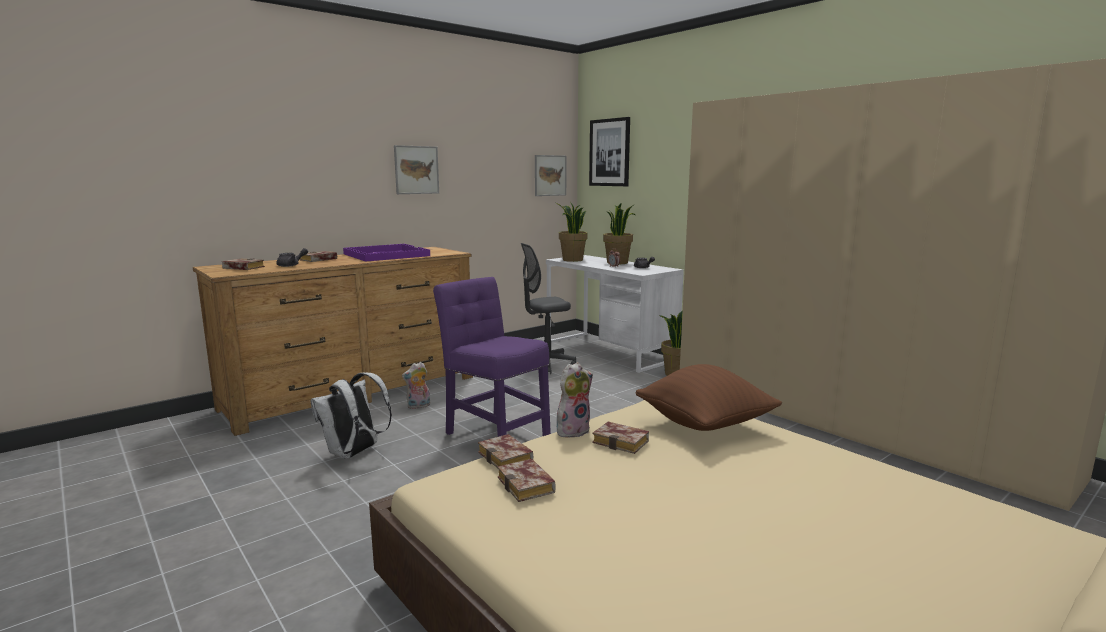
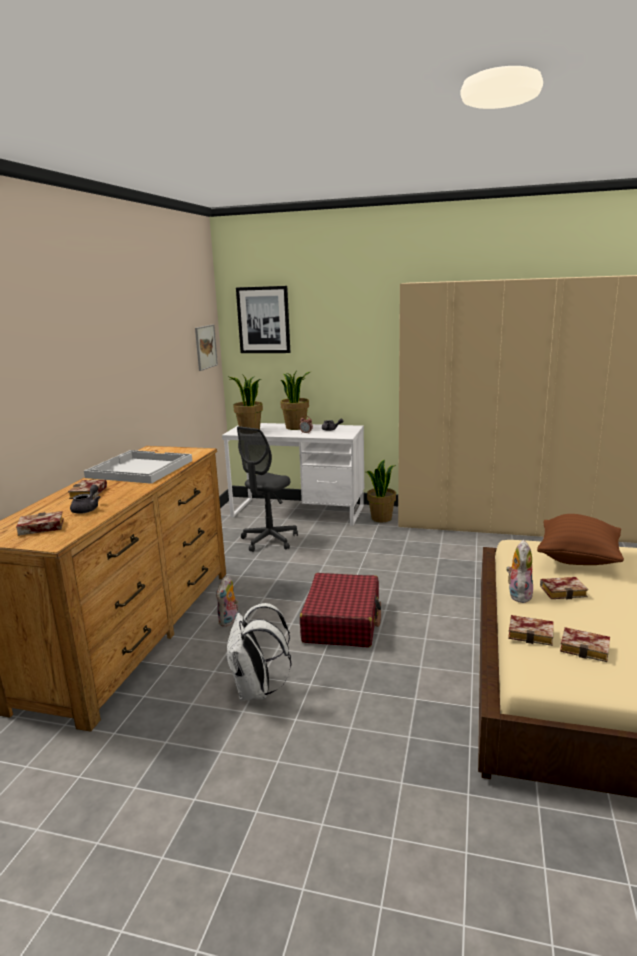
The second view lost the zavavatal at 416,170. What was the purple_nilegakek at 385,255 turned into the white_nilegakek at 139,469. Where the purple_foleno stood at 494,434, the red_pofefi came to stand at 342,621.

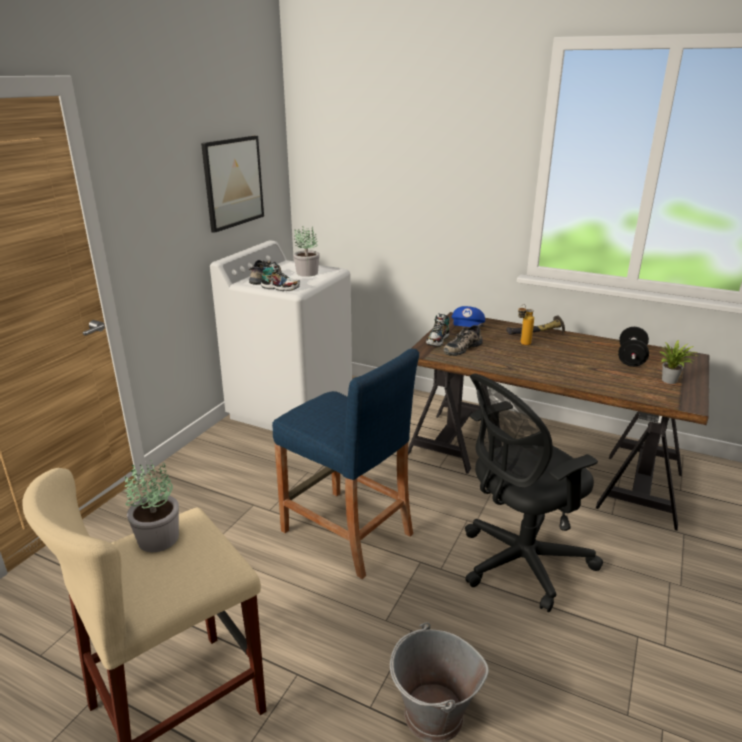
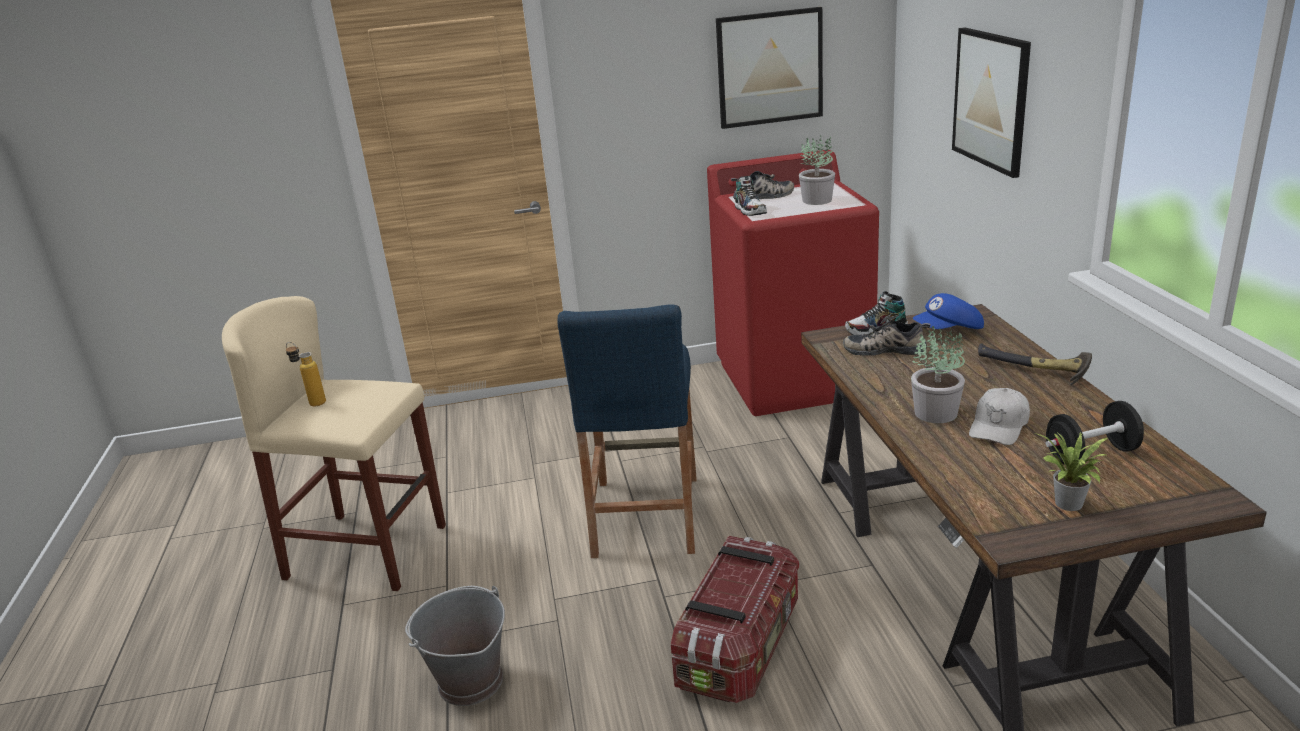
What was the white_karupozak at 291,408 turned into the red_karupozak at 794,379. The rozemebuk ended up elsewhere, having gone from 522,344 to 312,402. Where the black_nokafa stood at 518,563, the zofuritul came to stand at 740,646. The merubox ended up elsewhere, having gone from 159,538 to 936,412. The second view gained the zavavatal at 991,100. The second view gained the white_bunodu at 999,426.

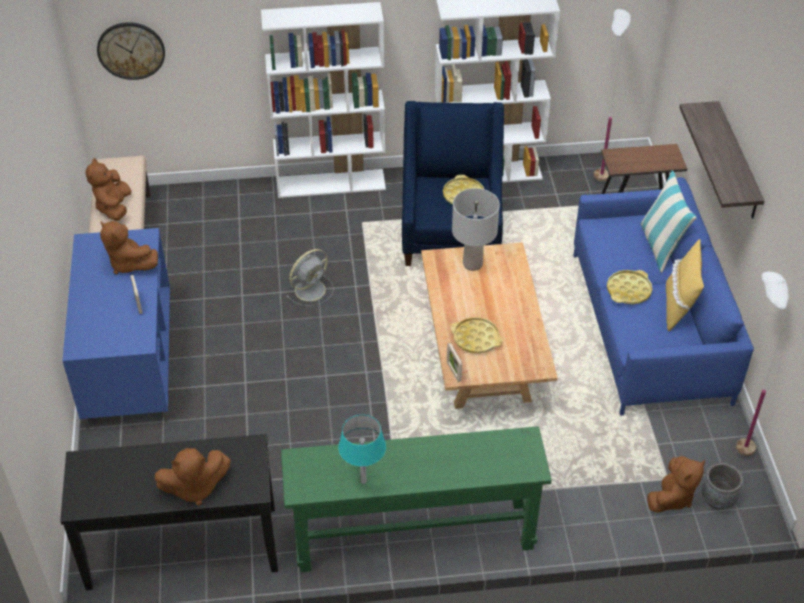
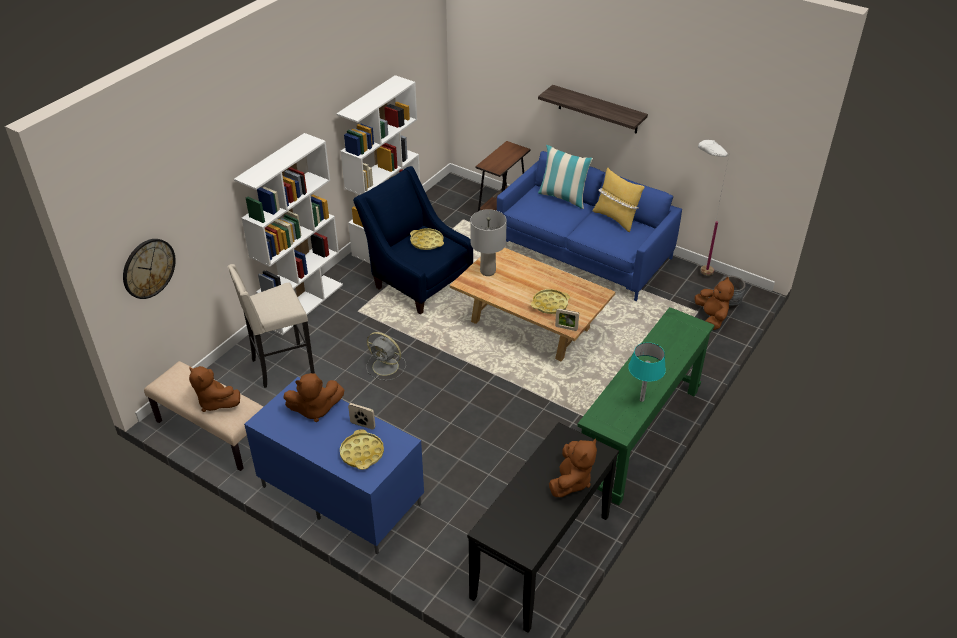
The second view lost the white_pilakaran at 600,170. The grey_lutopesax at 311,289 ended up facing another way, 120 degrees clockwise from before. The yellow_nilegakek ended up elsewhere, having gone from 628,290 to 362,453. The second view gained the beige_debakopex at 281,367.

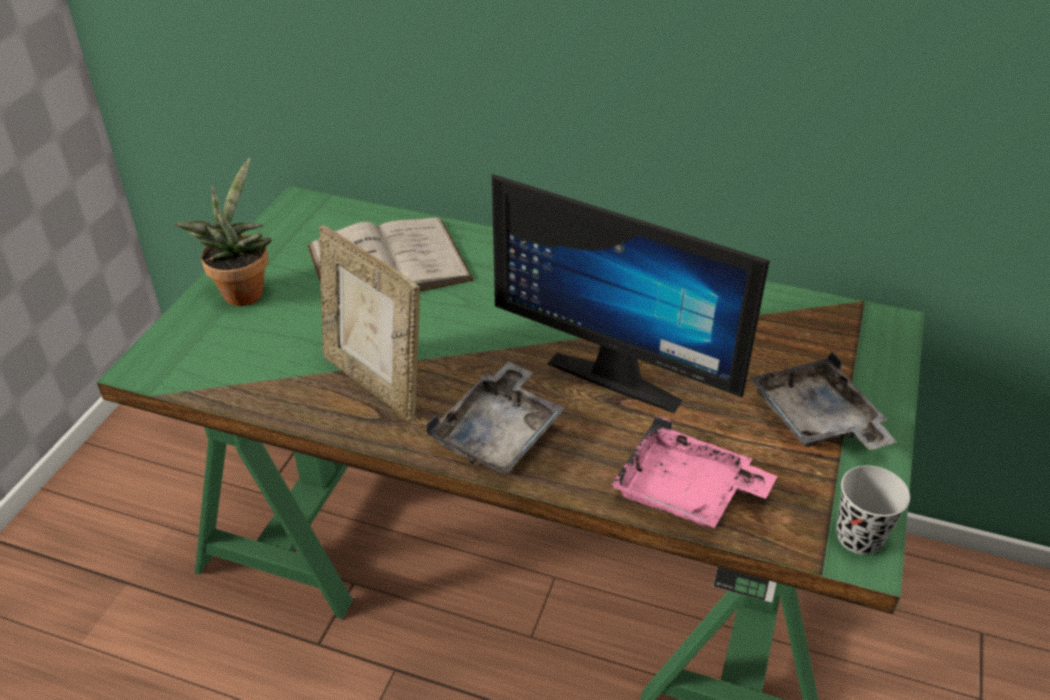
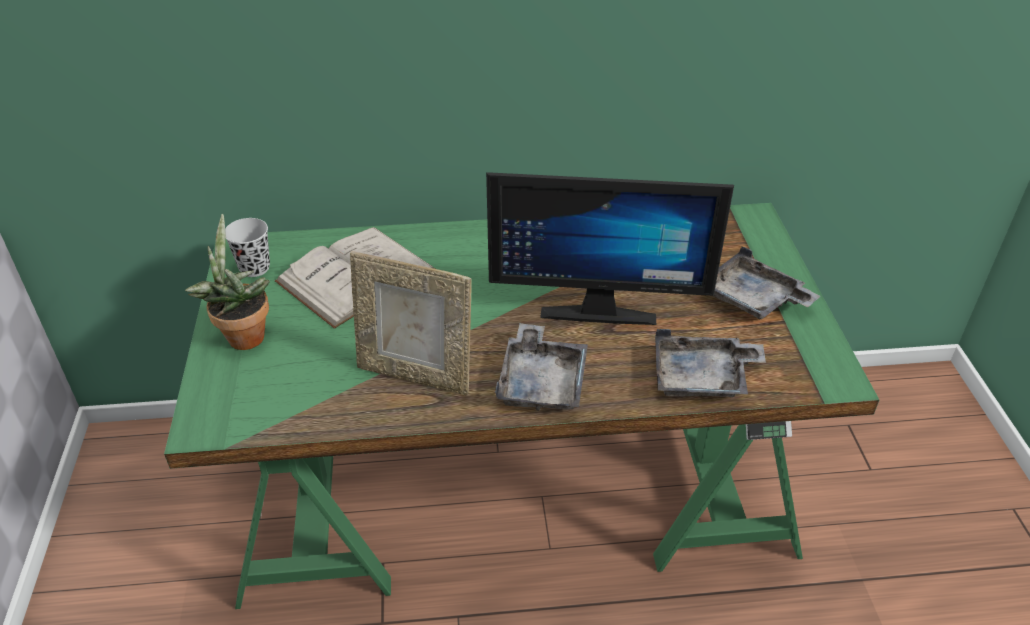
What was the pink_nilegakek at 686,492 turned into the grey_nilegakek at 702,378. The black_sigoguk ended up elsewhere, having gone from 859,537 to 254,268.

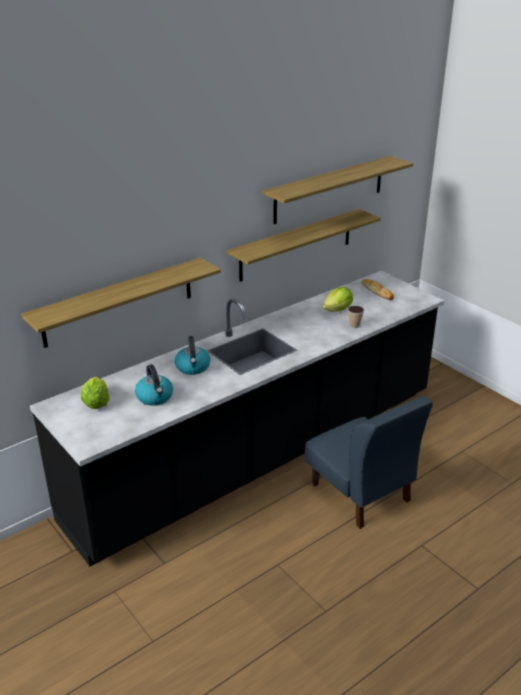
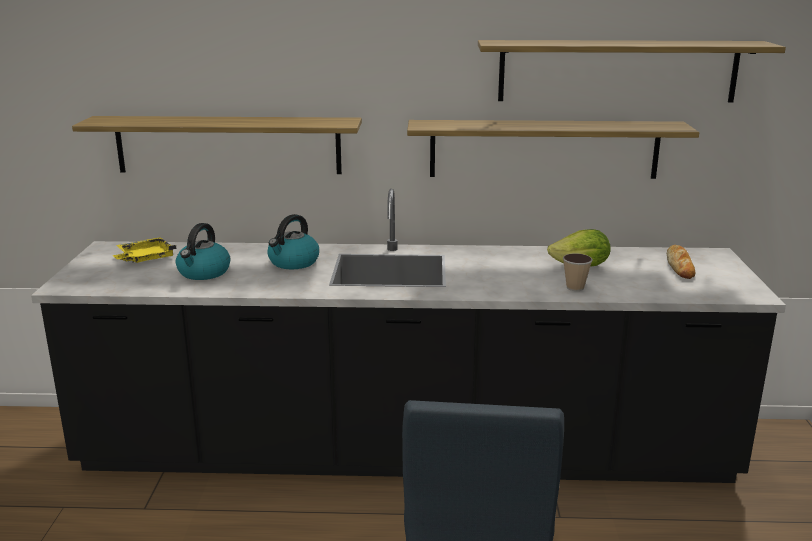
Where the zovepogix stood at 96,403, the yellow_nilegakek came to stand at 145,258.

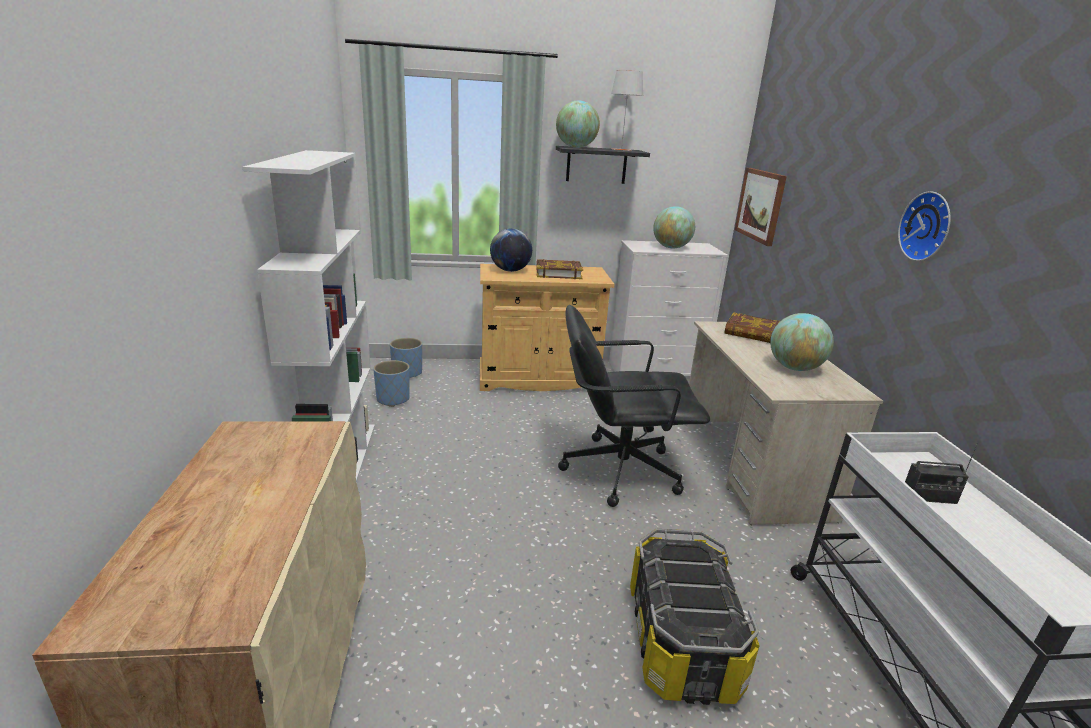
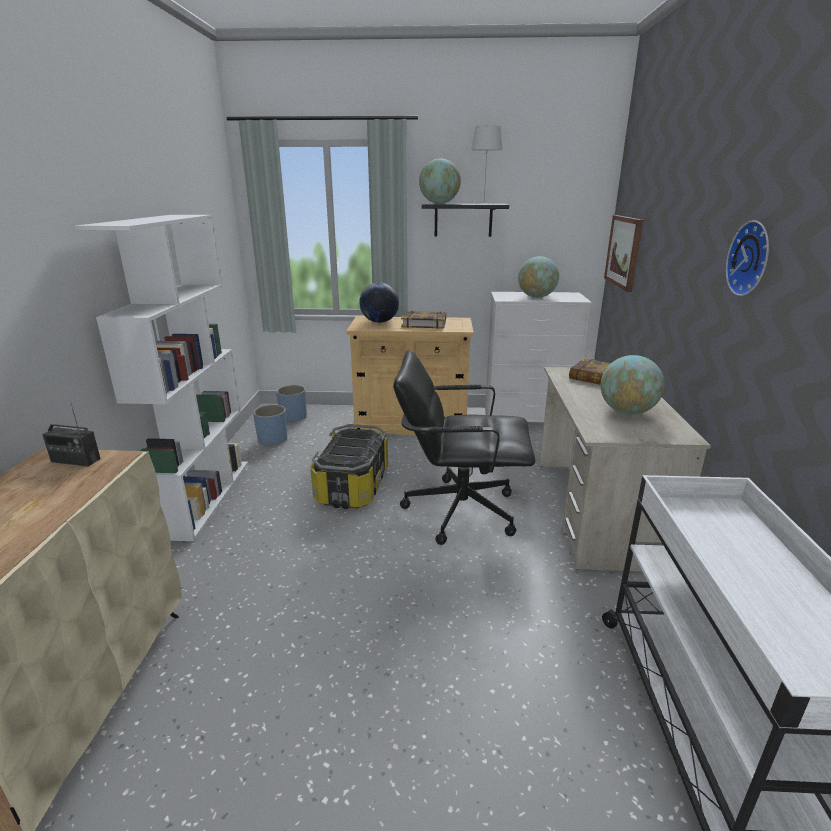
The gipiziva ended up elsewhere, having gone from 929,497 to 75,460. The zofuritul ended up elsewhere, having gone from 680,640 to 352,486.

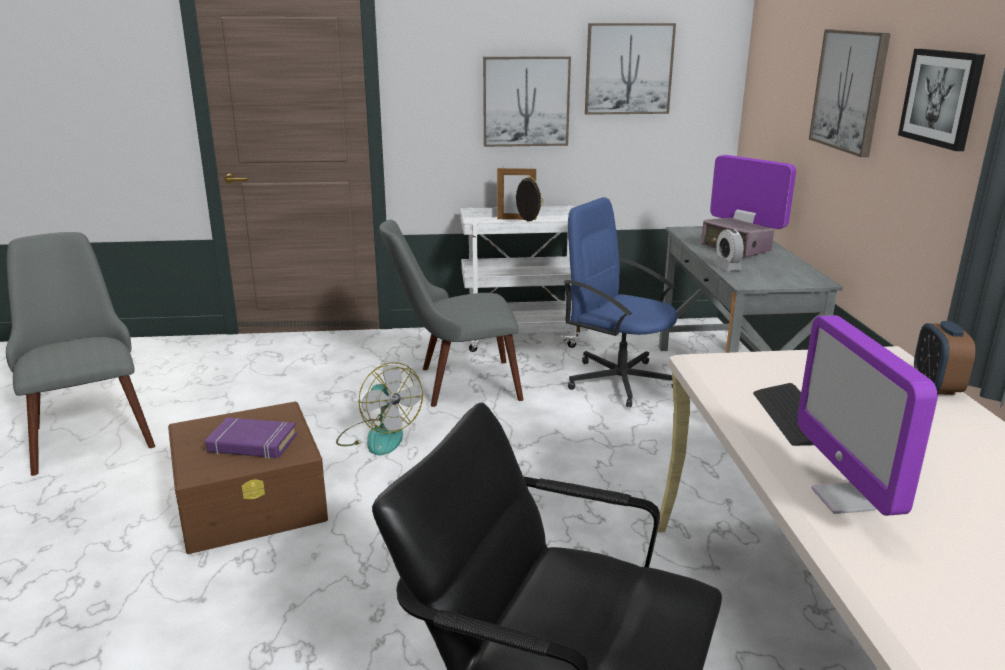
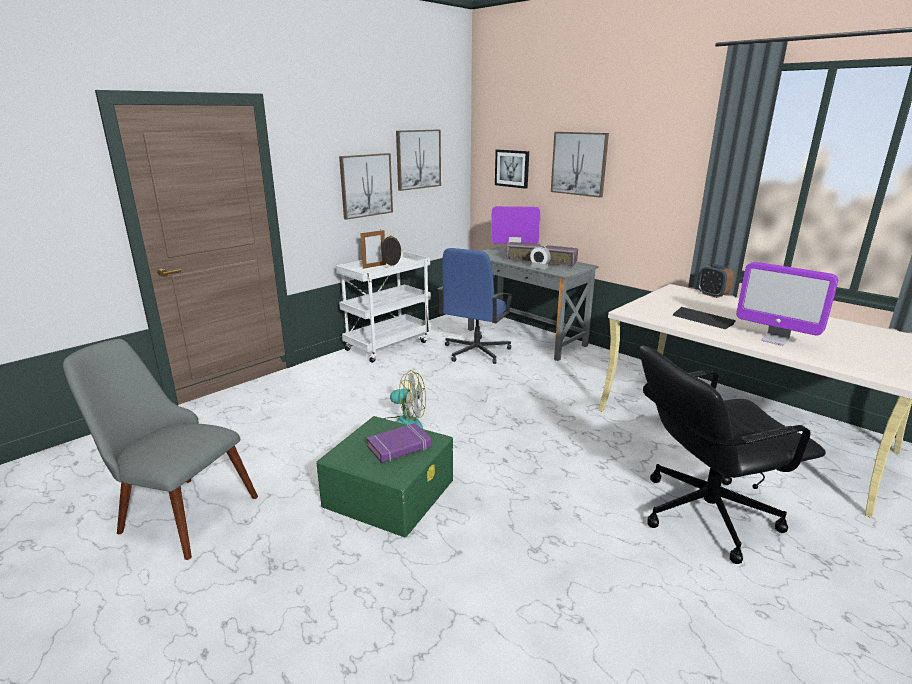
The zavavatal ended up elsewhere, having gone from 942,98 to 512,168. The blue_nokafa at 619,380 ended up facing another way, 60 degrees counterclockwise from before. The second view lost the grey_foleno at 455,384. What was the brown_zofuritul at 252,501 turned into the green_zofuritul at 390,492. The second view gained the gipiziva at 559,263.

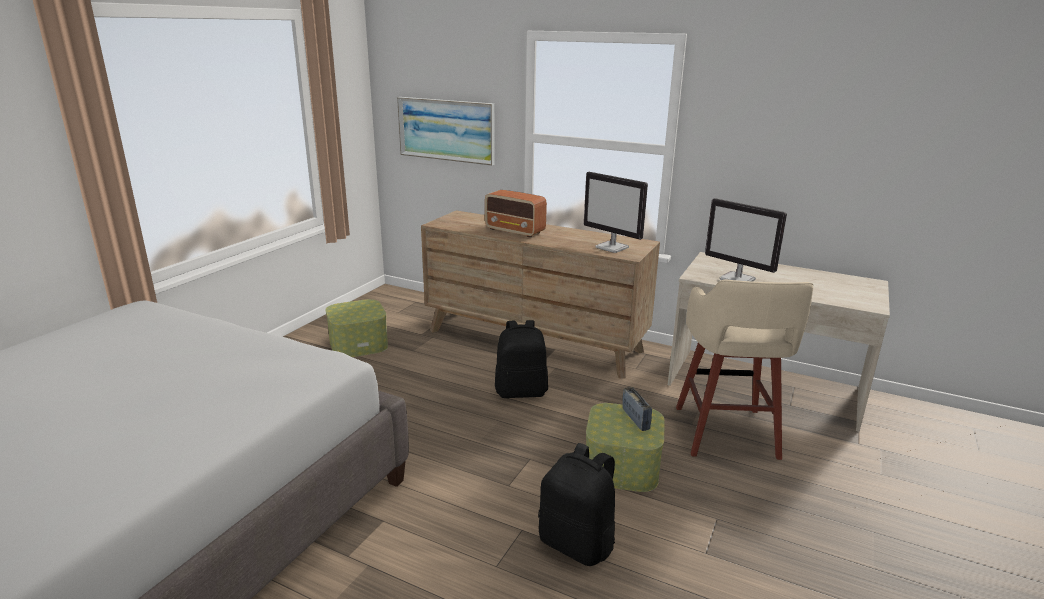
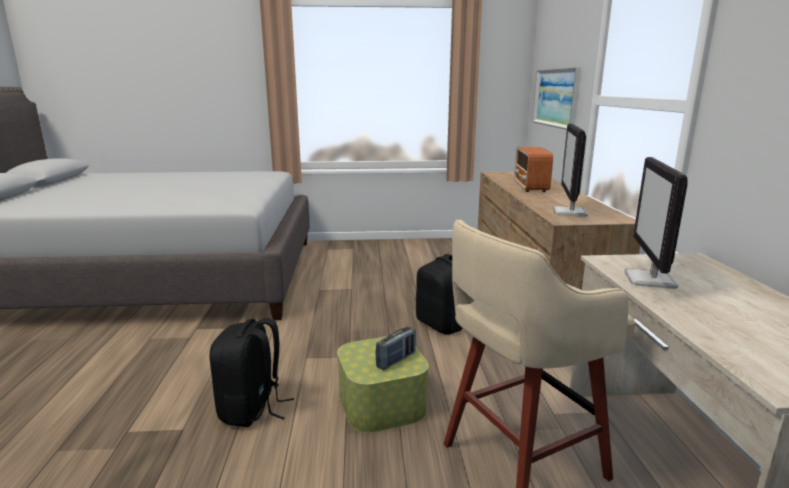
The second view lost the zofuritul at 358,343.

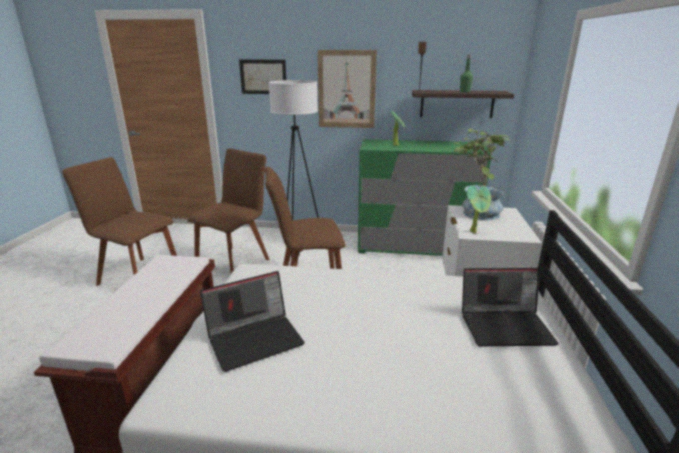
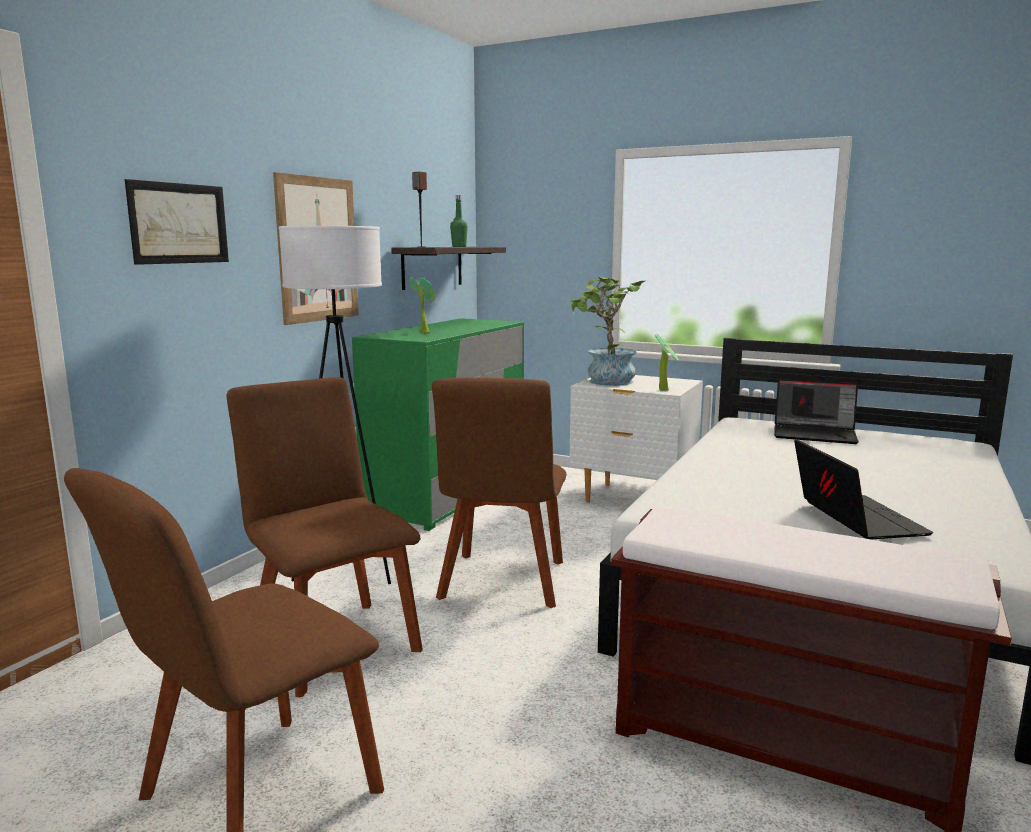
The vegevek at 506,326 ended up facing another way, 90 degrees clockwise from before.

